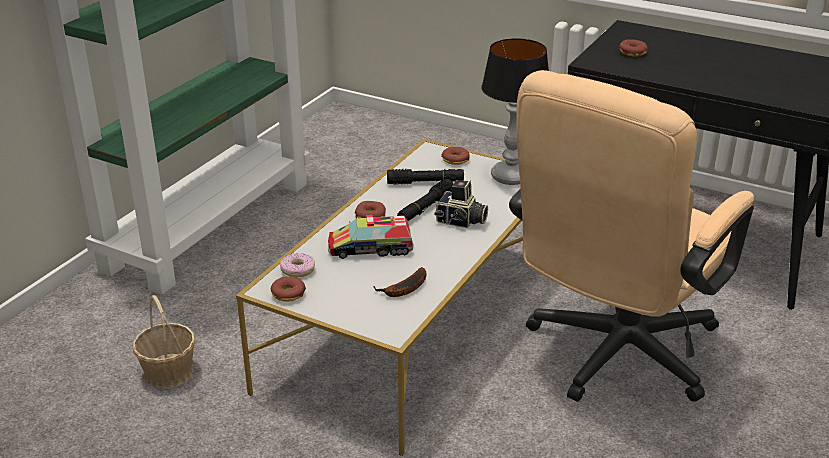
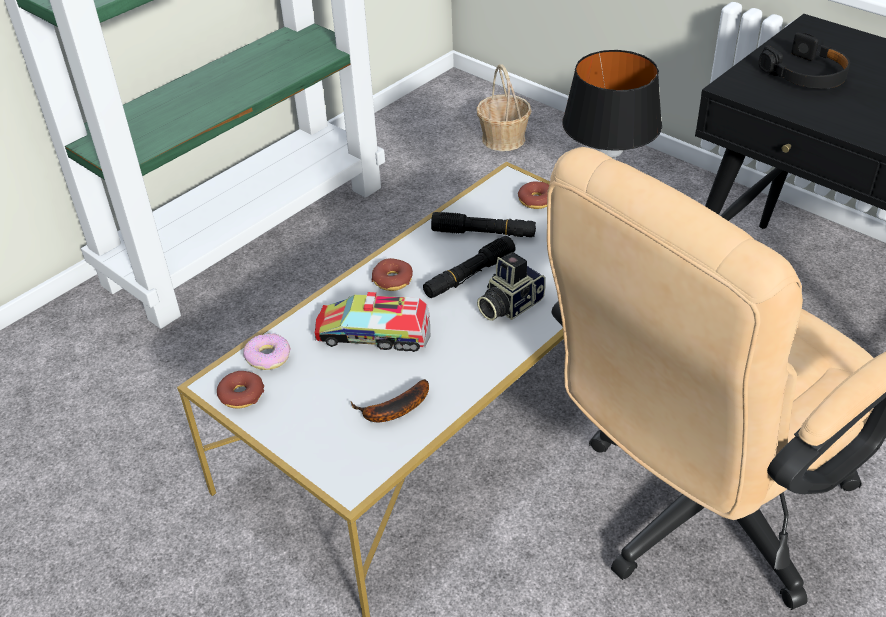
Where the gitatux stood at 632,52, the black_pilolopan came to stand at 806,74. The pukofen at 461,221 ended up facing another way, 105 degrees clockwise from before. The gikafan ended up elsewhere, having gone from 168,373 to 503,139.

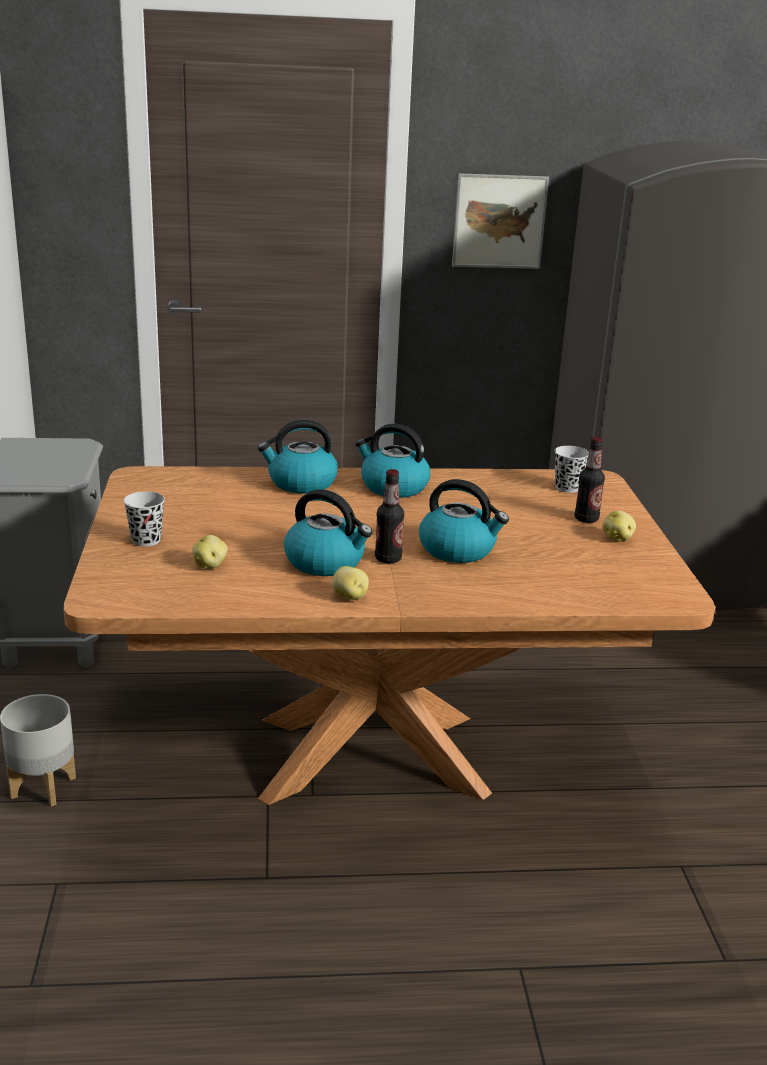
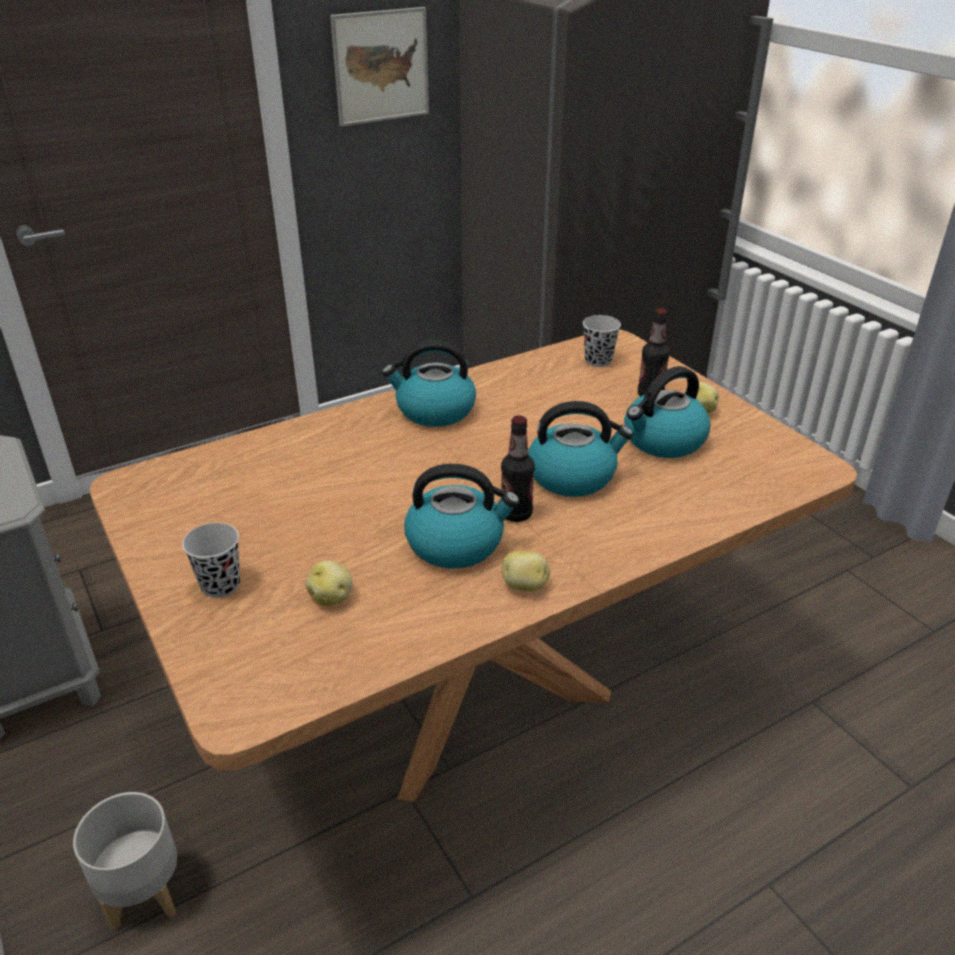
The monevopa ended up elsewhere, having gone from 301,483 to 663,441.

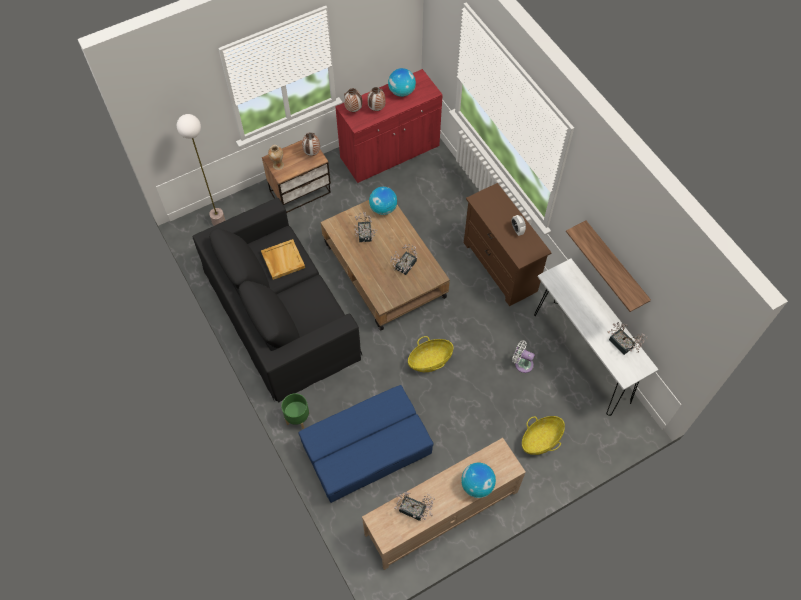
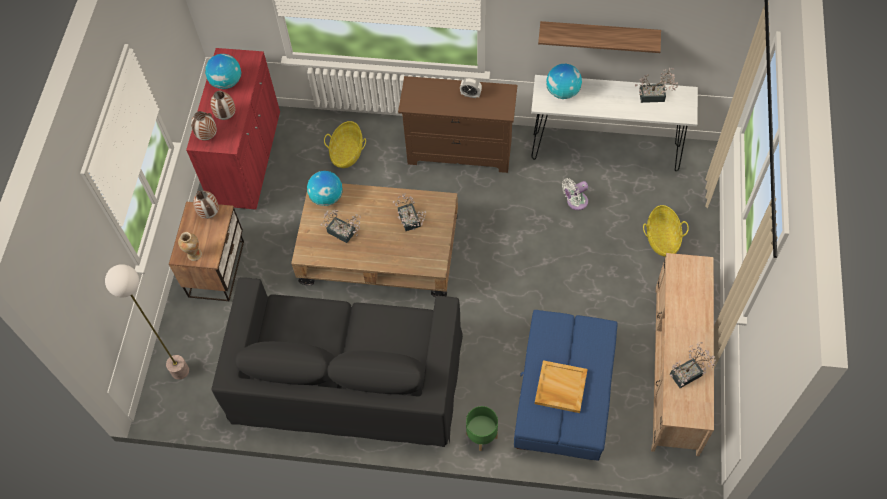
The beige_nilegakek ended up elsewhere, having gone from 282,260 to 560,388. The gikafan ended up elsewhere, having gone from 430,360 to 347,152. The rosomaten ended up elsewhere, having gone from 477,485 to 563,92.

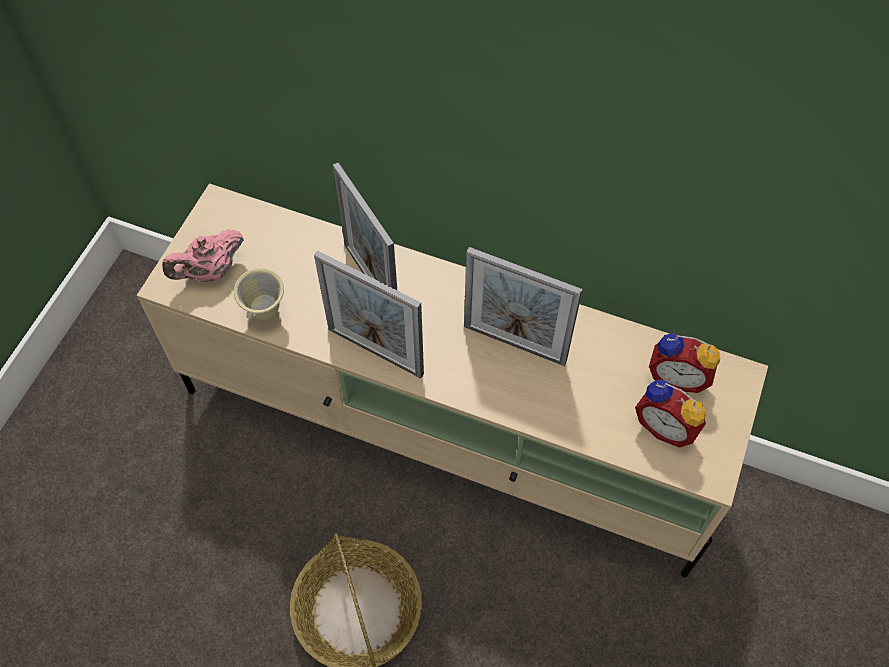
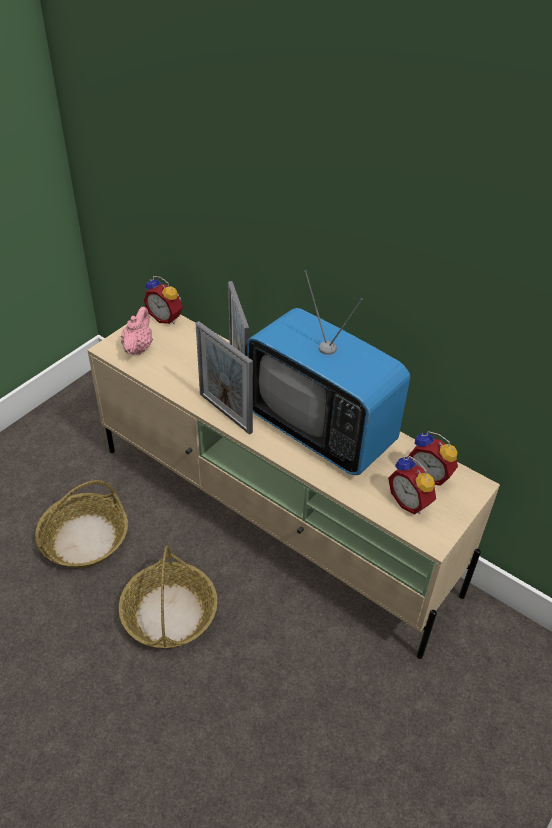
The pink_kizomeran at 210,272 ended up facing another way, 120 degrees clockwise from before. Where the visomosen stood at 514,344, the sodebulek came to stand at 321,430. The second view lost the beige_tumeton at 266,314. The second view gained the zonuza at 166,317. The second view gained the gikafan at 85,538.

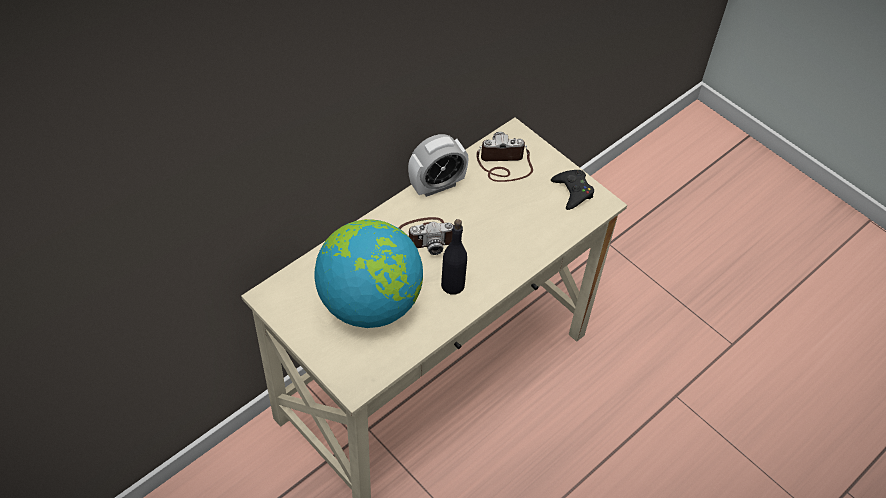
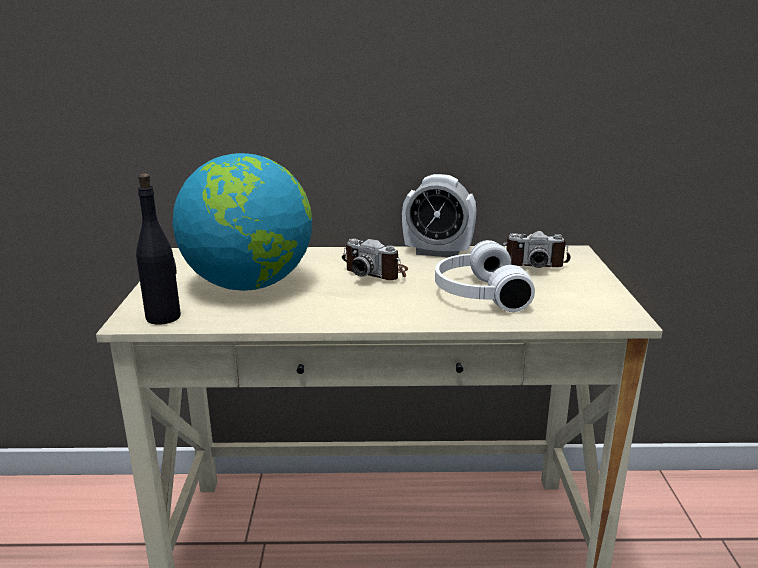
The pukofen at 504,165 ended up facing another way, 150 degrees clockwise from before. The second view lost the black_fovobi at 573,191. The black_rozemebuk ended up elsewhere, having gone from 452,285 to 164,317. The second view gained the white_pilolopan at 477,294.

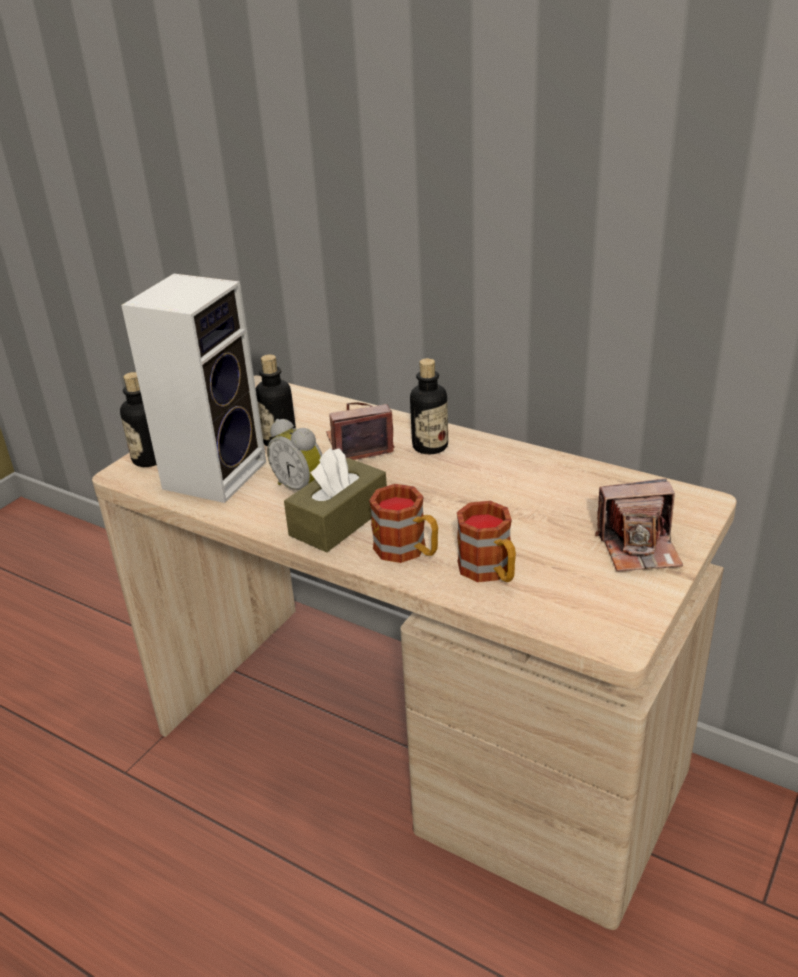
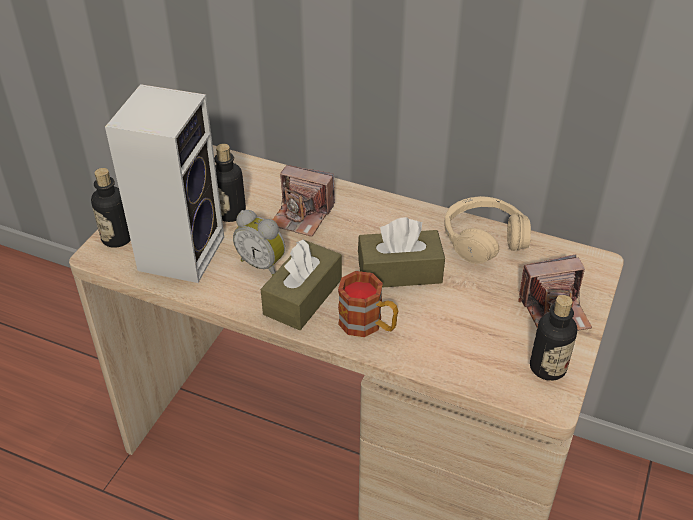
The rozemebuk ended up elsewhere, having gone from 430,446 to 547,367. The pukofen at 358,445 ended up facing another way, 135 degrees counterclockwise from before. The second view lost the tumeton at 490,572. The second view gained the beige_pilolopan at 483,239. The second view gained the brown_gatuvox at 399,271.

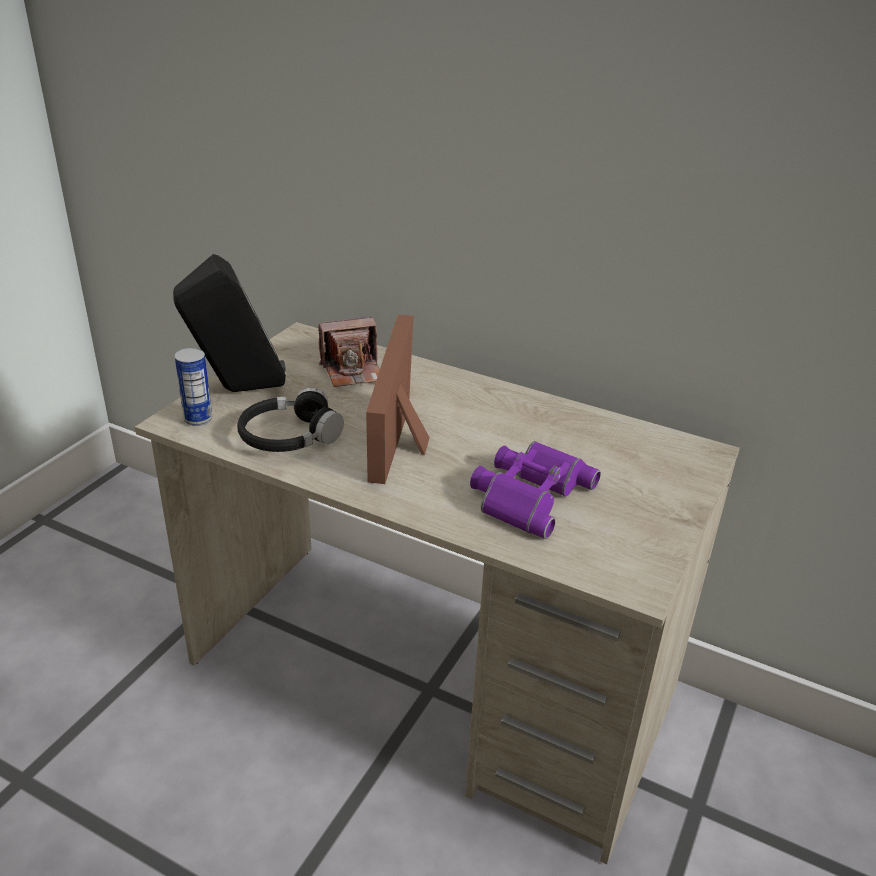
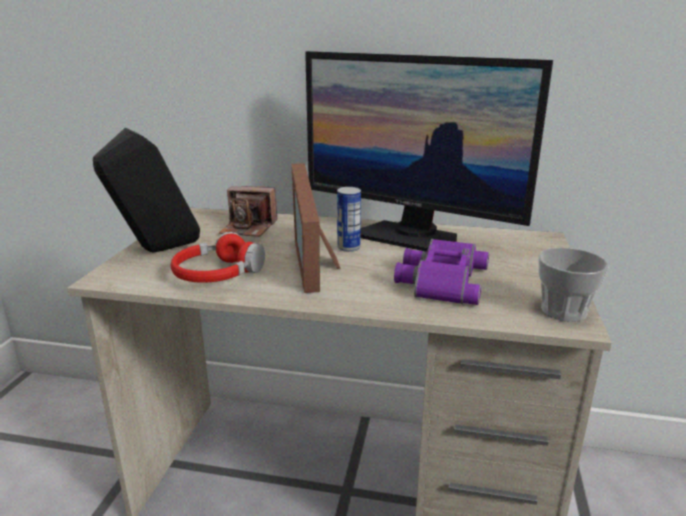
The pukofen at 353,371 ended up facing another way, 45 degrees clockwise from before. The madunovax ended up elsewhere, having gone from 198,419 to 348,247. What was the black_pilolopan at 289,436 turned into the red_pilolopan at 217,274. The second view gained the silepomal at 411,236. The second view gained the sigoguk at 563,311.

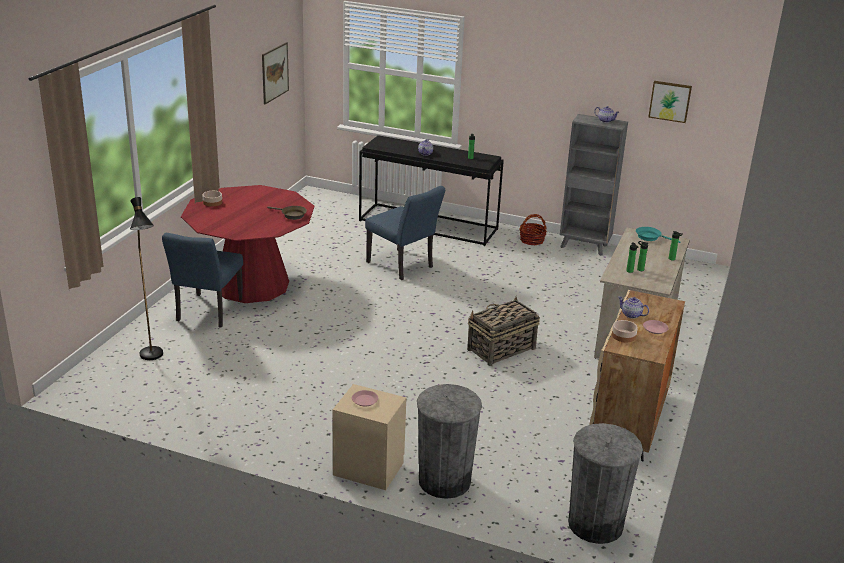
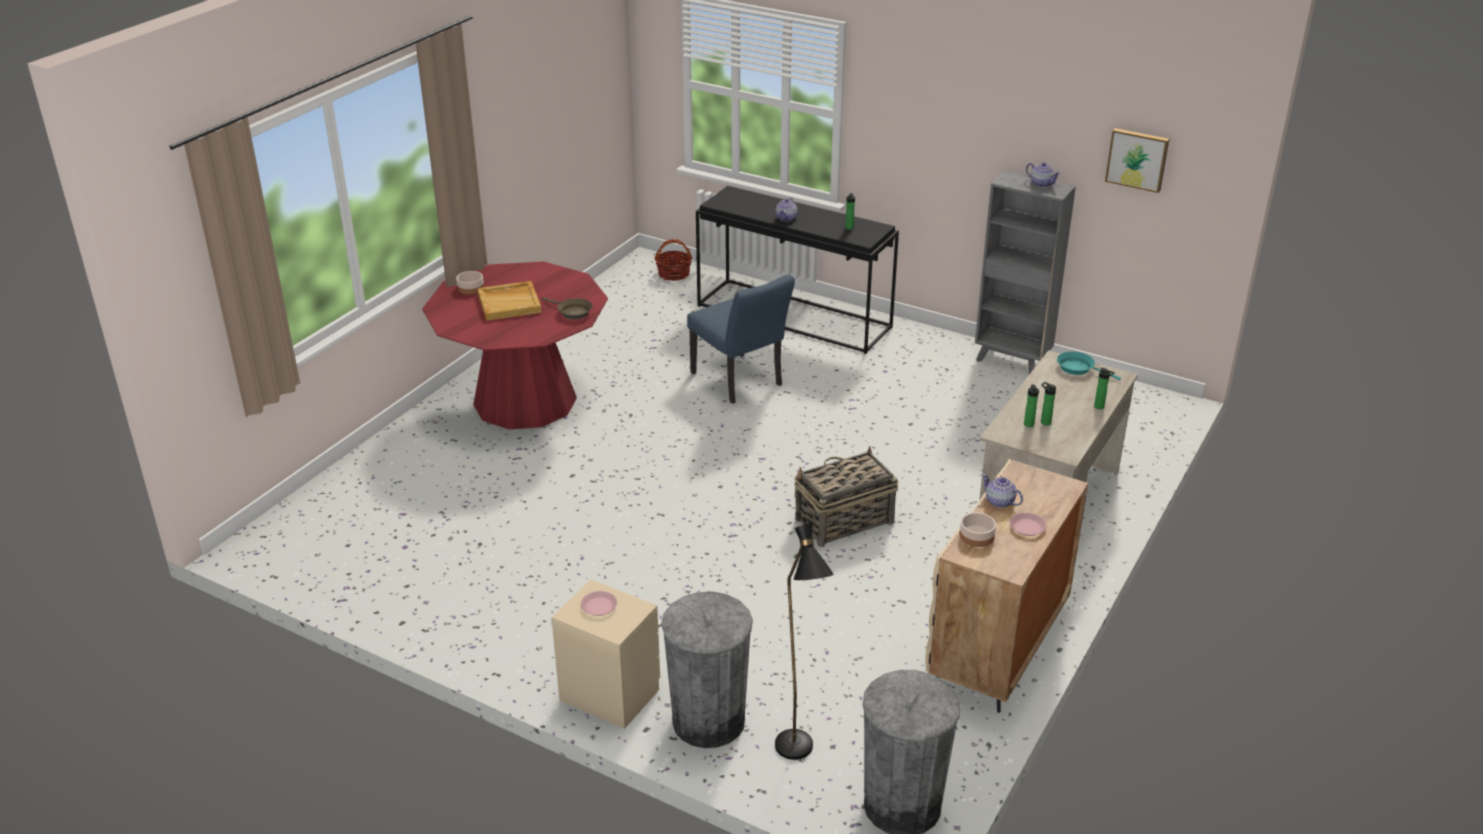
The second view lost the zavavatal at 275,72. The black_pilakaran ended up elsewhere, having gone from 153,358 to 798,756. The gikafan ended up elsewhere, having gone from 532,240 to 674,274. The second view lost the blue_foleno at 207,313. The second view gained the beige_nilegakek at 509,303.

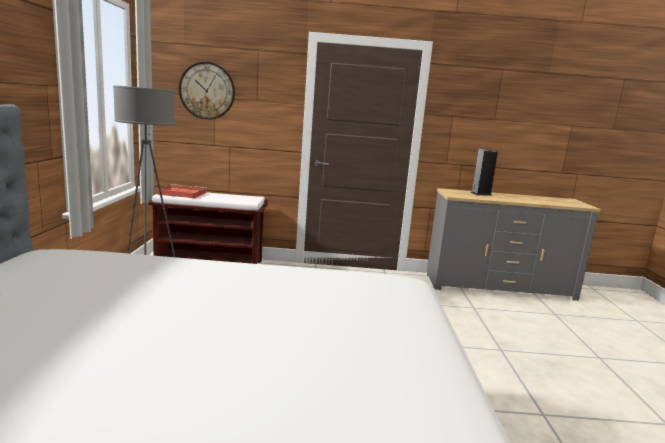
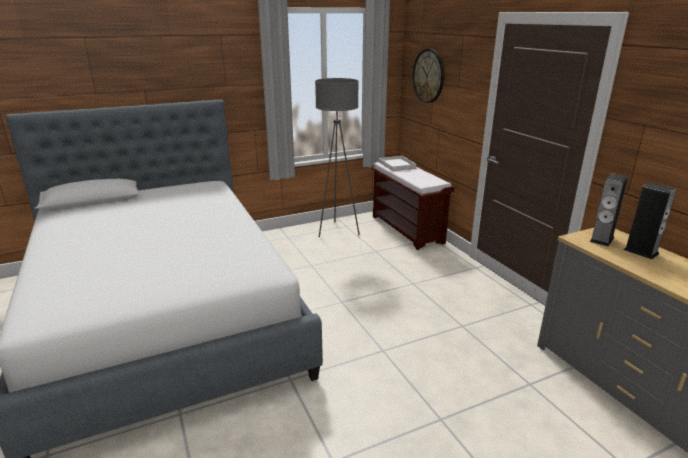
What was the red_nilegakek at 181,193 turned into the white_nilegakek at 396,165. The second view gained the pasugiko at 601,239.

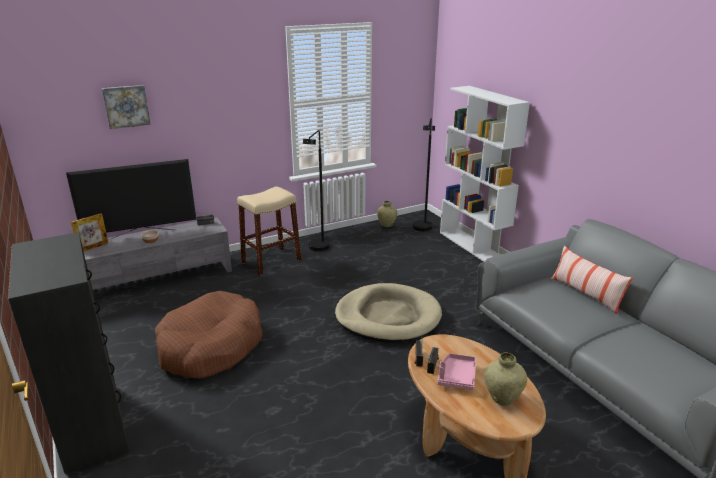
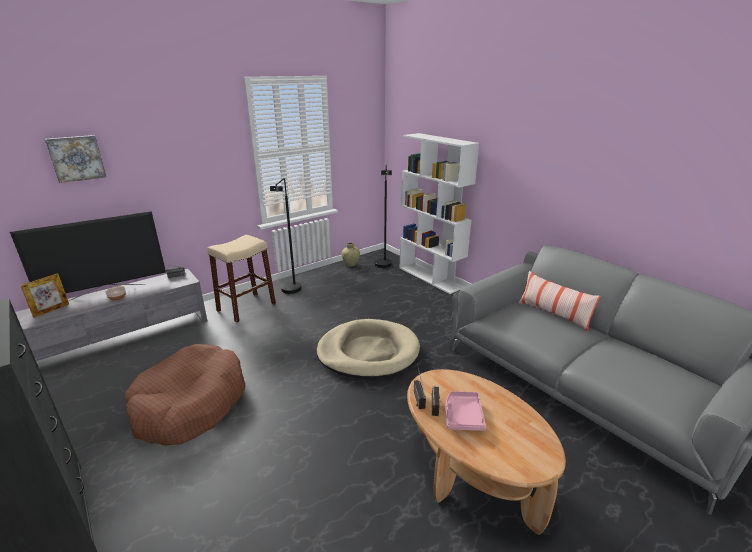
The second view lost the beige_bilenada at 502,398.

